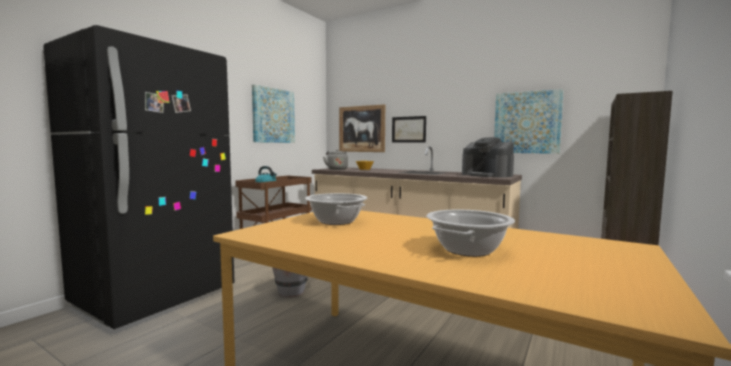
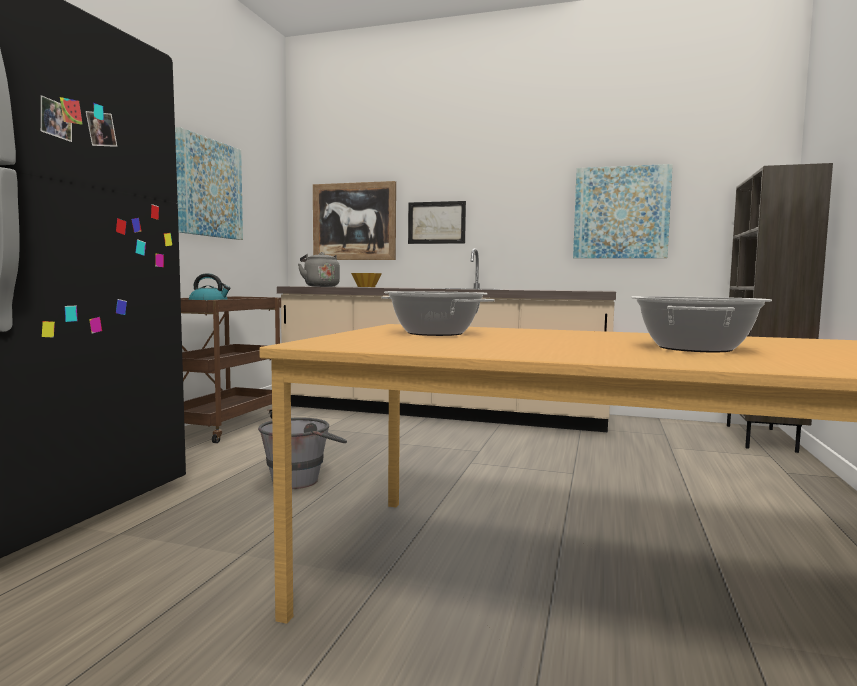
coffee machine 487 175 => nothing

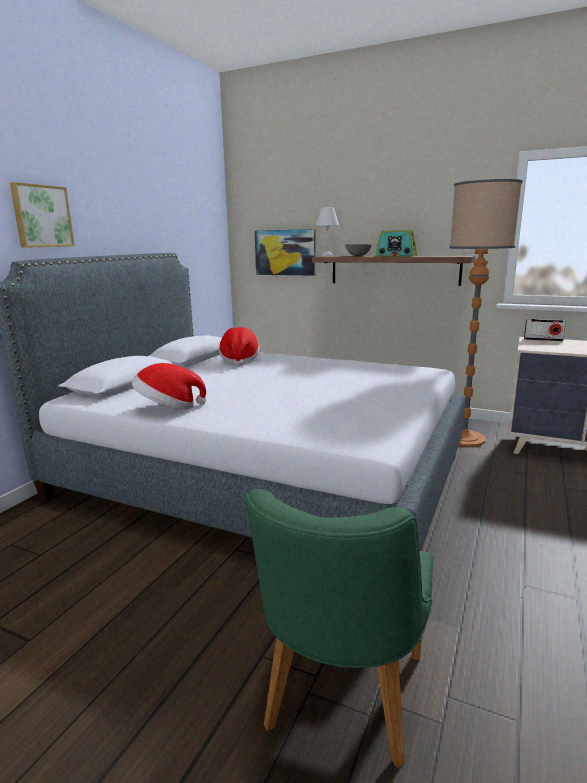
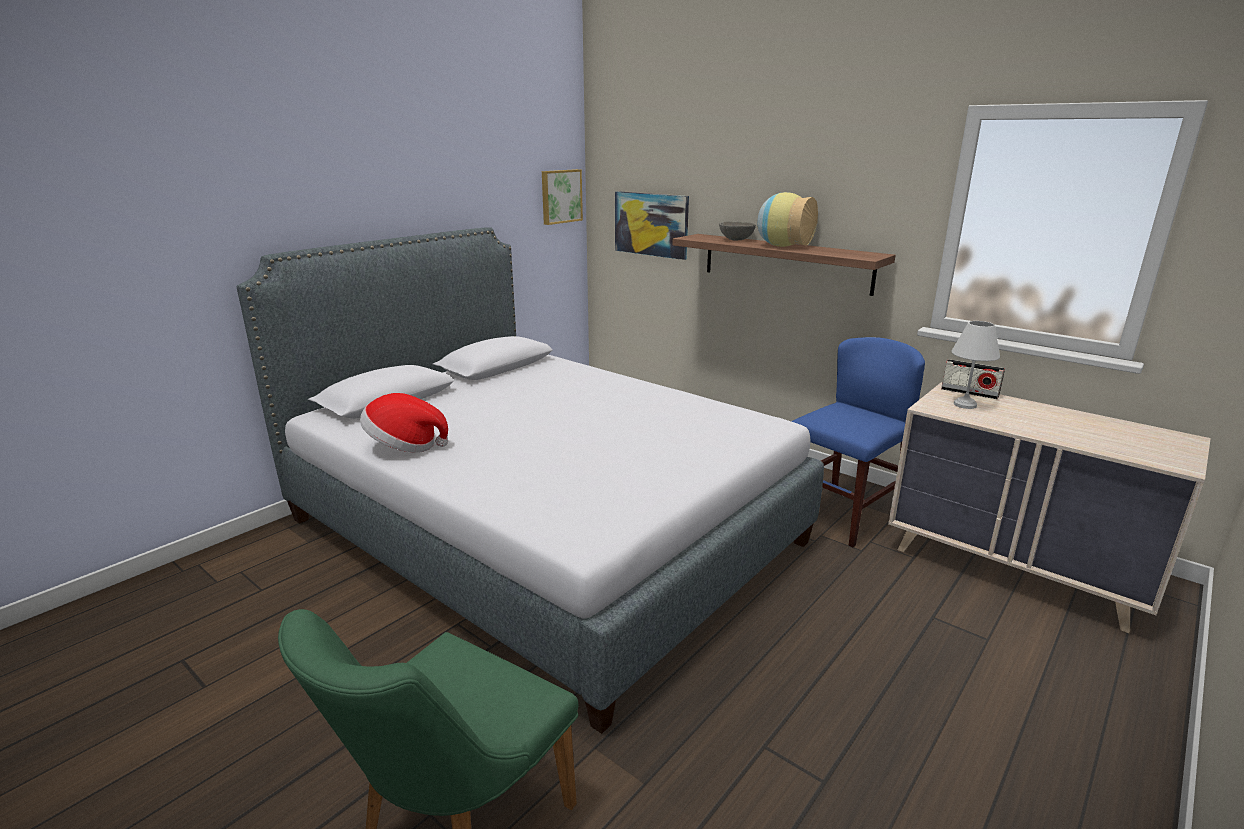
picture 41 216 => picture 560 196, shifted
clothing hat 239 360 => nothing
whitish lamp for a table 326 256 => whitish lamp for a table 963 404, shifted
radio receiver 395 256 => flower vase 782 246
standard lamp 464 438 => blue-coloured chair 842 515

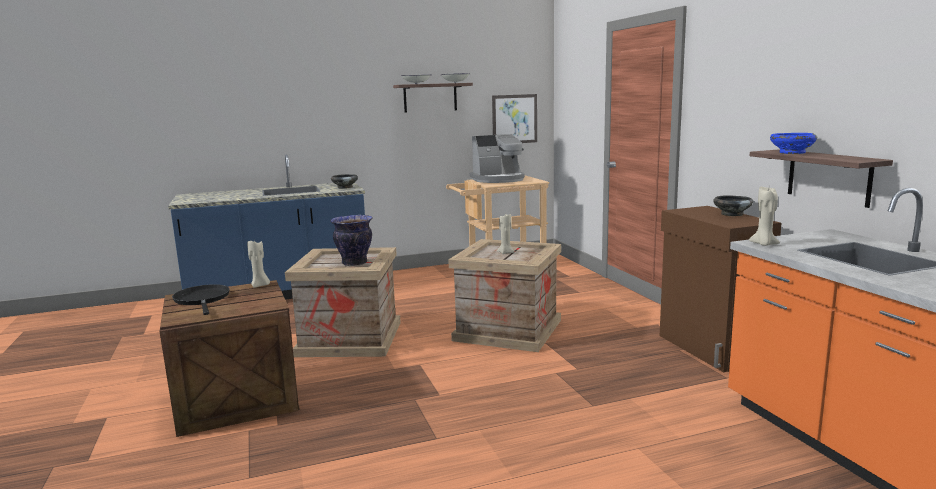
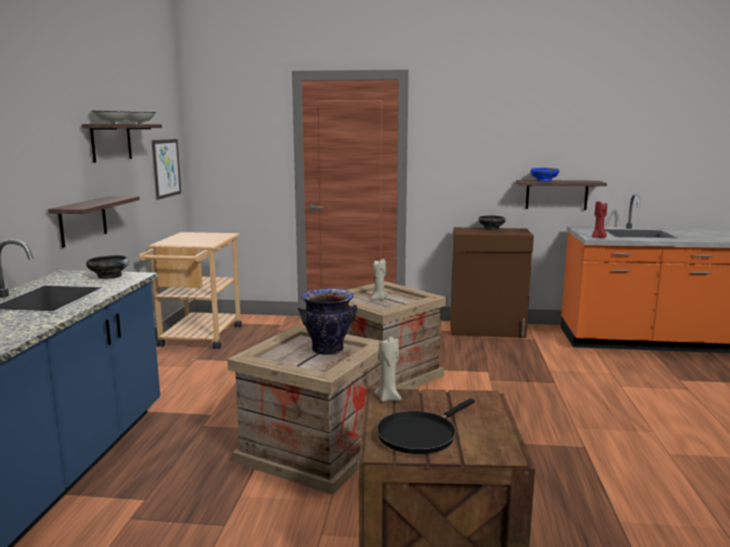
blackish skillet 202 300 => blackish skillet 420 435, 45 degrees counterclockwise
coffee machine 498 179 => nothing
sand-coloured wax light 764 244 => red-coloured wax light 598 237
nothing => bracket shelf 83 221

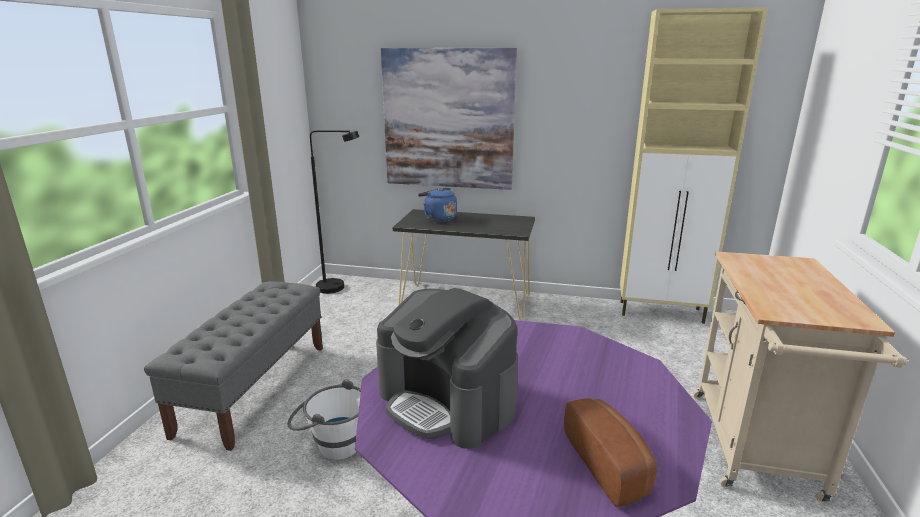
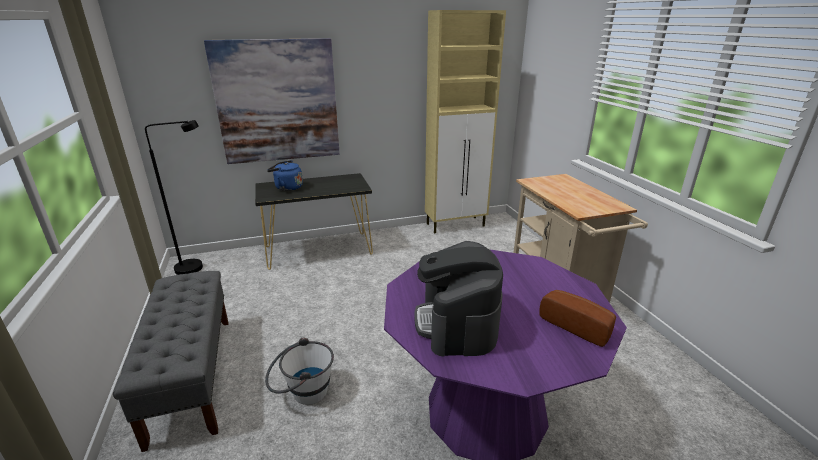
coffee machine 447 402 => coffee machine 457 323, 75 degrees clockwise

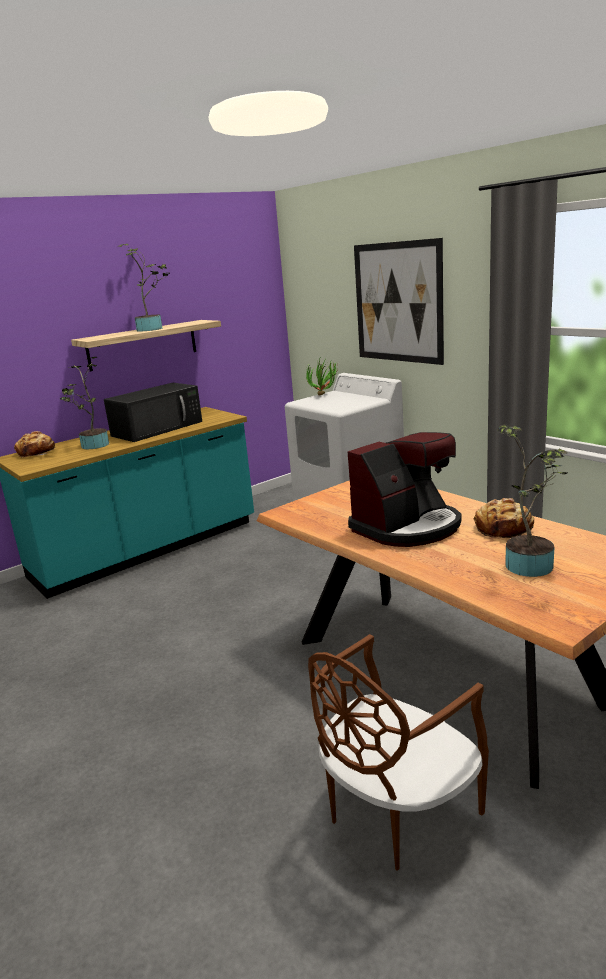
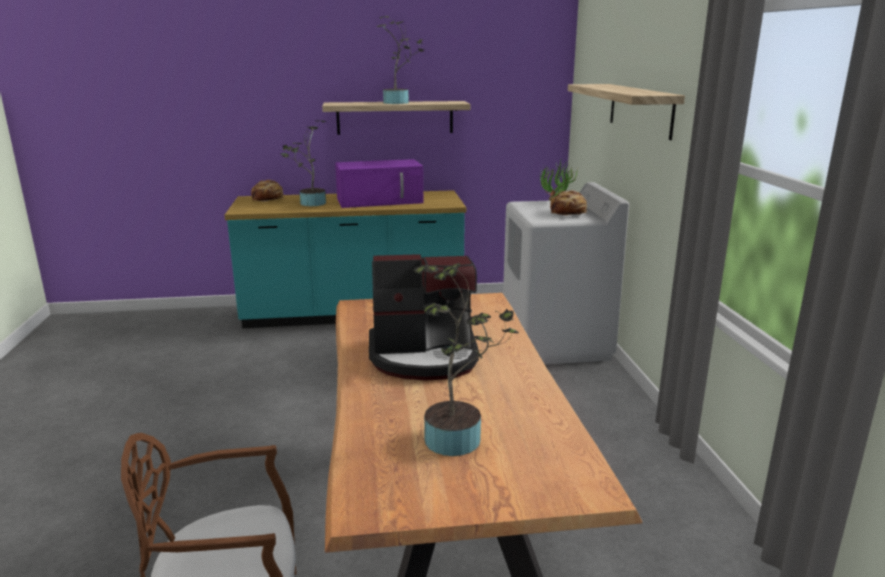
blackish microwave oven 158 428 => purple microwave oven 381 200
picture 397 302 => bracket shelf 640 109
baked bread 504 529 => baked bread 568 213, shifted

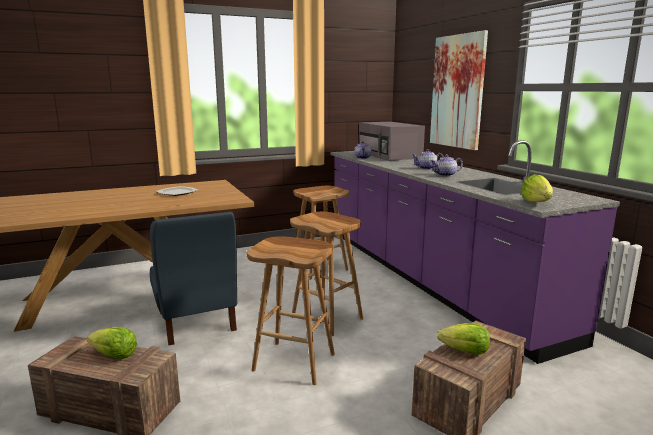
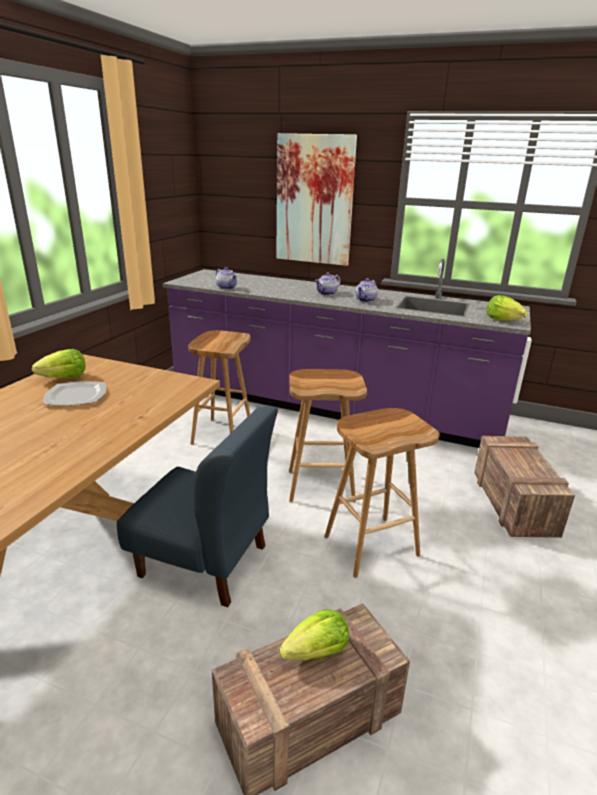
greyish microwave oven 390 155 => nothing
lettuce head 465 352 => lettuce head 65 378, shifted

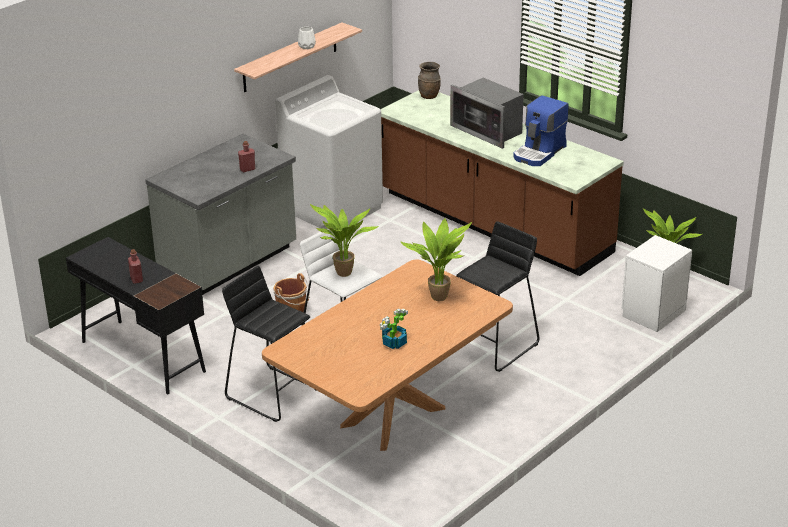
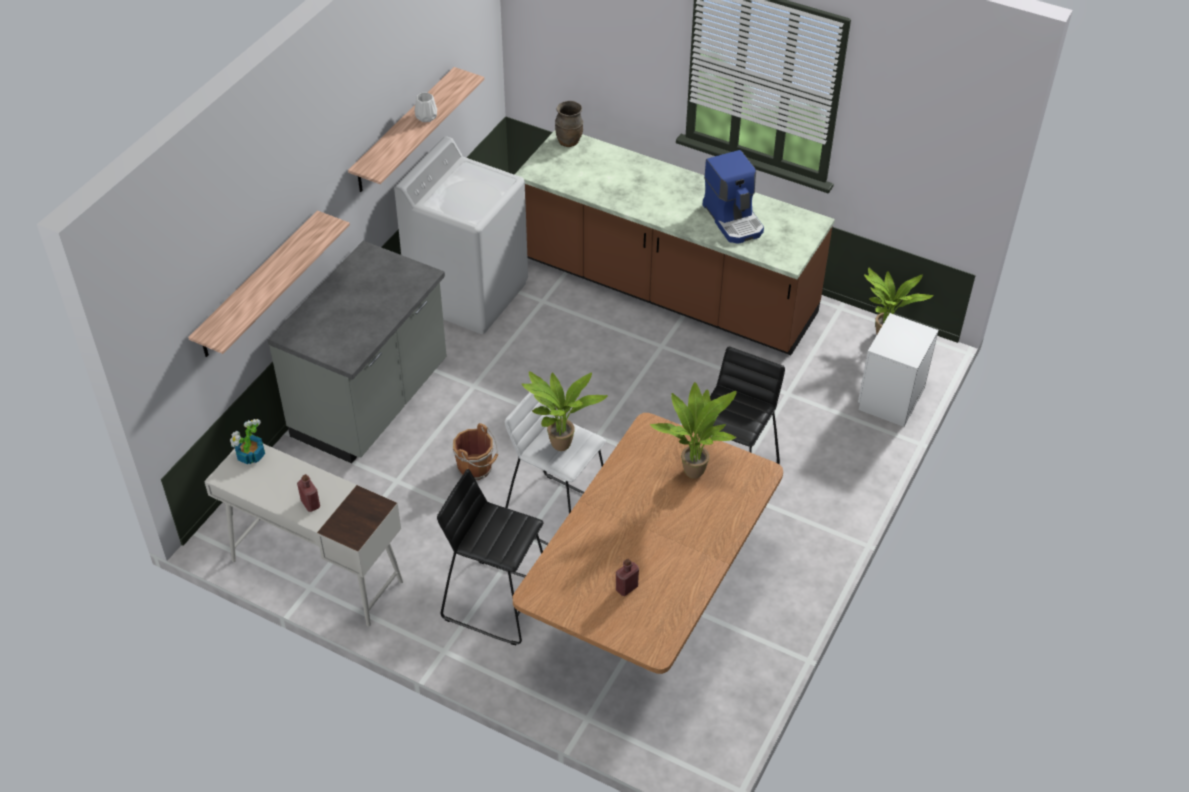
blackish desk 142 356 => whitish desk 316 570
red-coloured drink bottle 247 169 => red-coloured drink bottle 626 588, shifted
houseplant 394 343 => houseplant 250 455, shifted
microwave oven 488 130 => nothing
coffee machine 540 153 => coffee machine 734 219, 45 degrees counterclockwise
nothing => bracket shelf 258 285

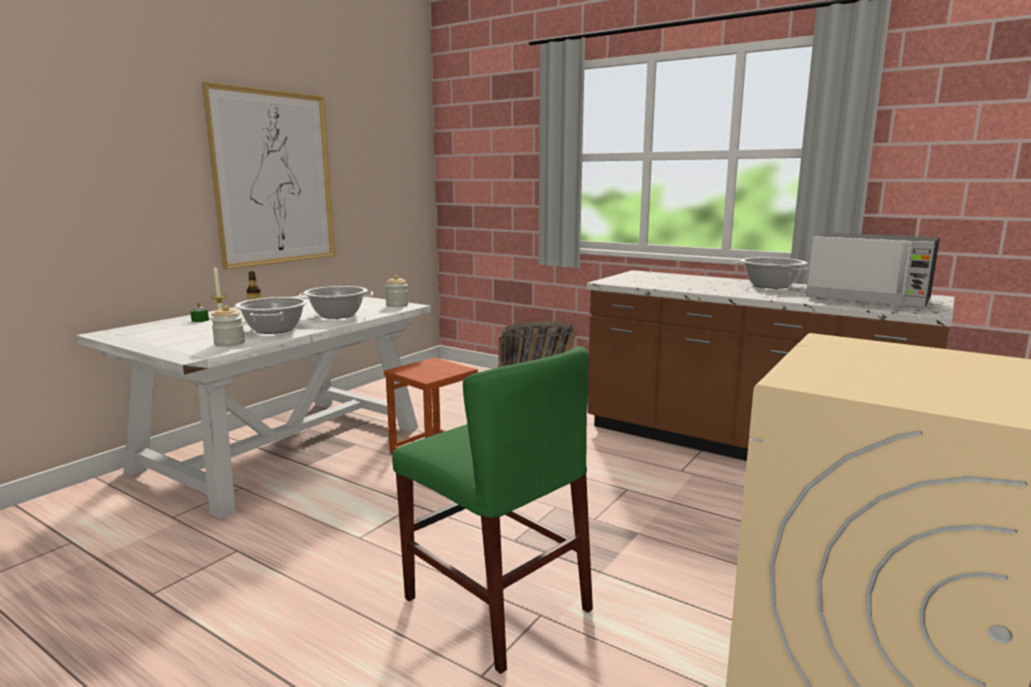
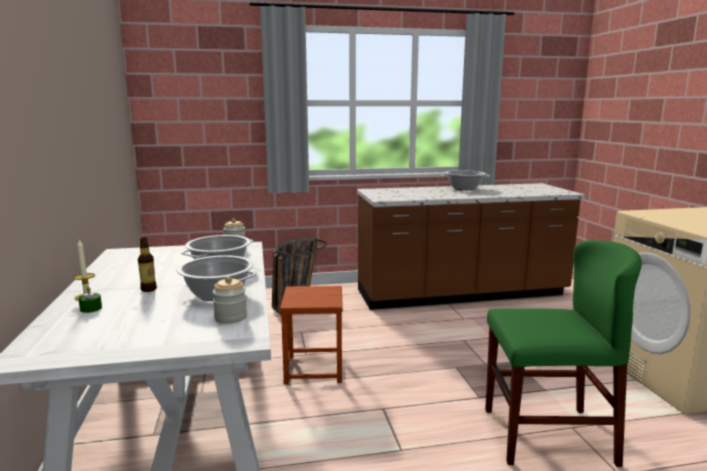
picture 274 178 => nothing
microwave oven 868 300 => nothing

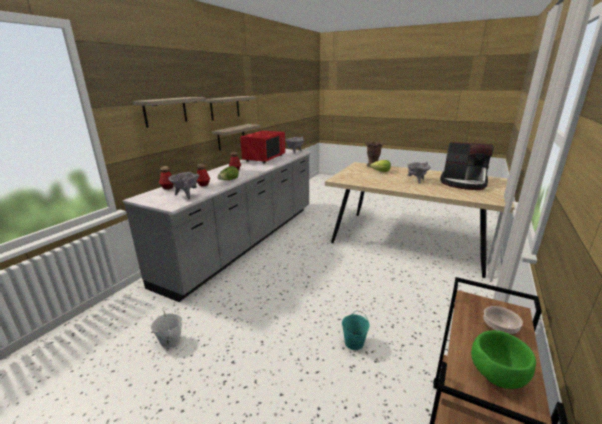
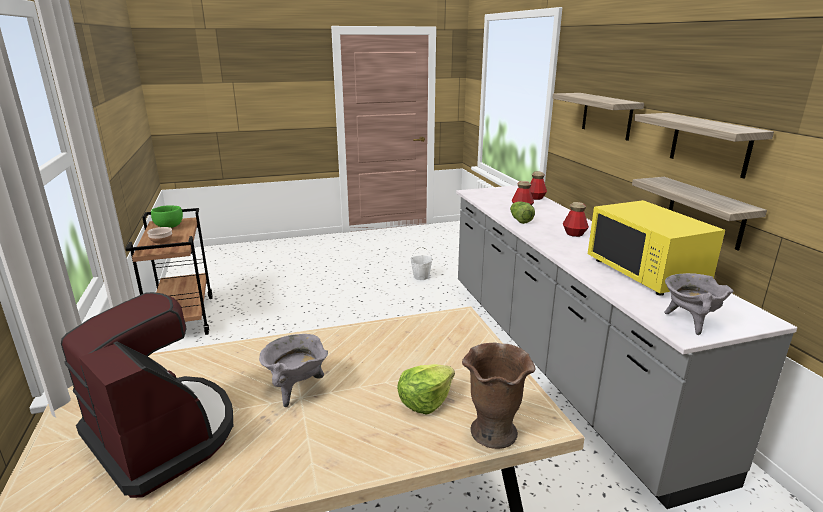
greyish cooking pot 186 195 => nothing
red-coloured microwave oven 264 158 => yellow-coloured microwave oven 646 272
turquoise-coloured water bucket 354 343 => nothing
coffee machine 463 183 => coffee machine 163 435, 60 degrees clockwise

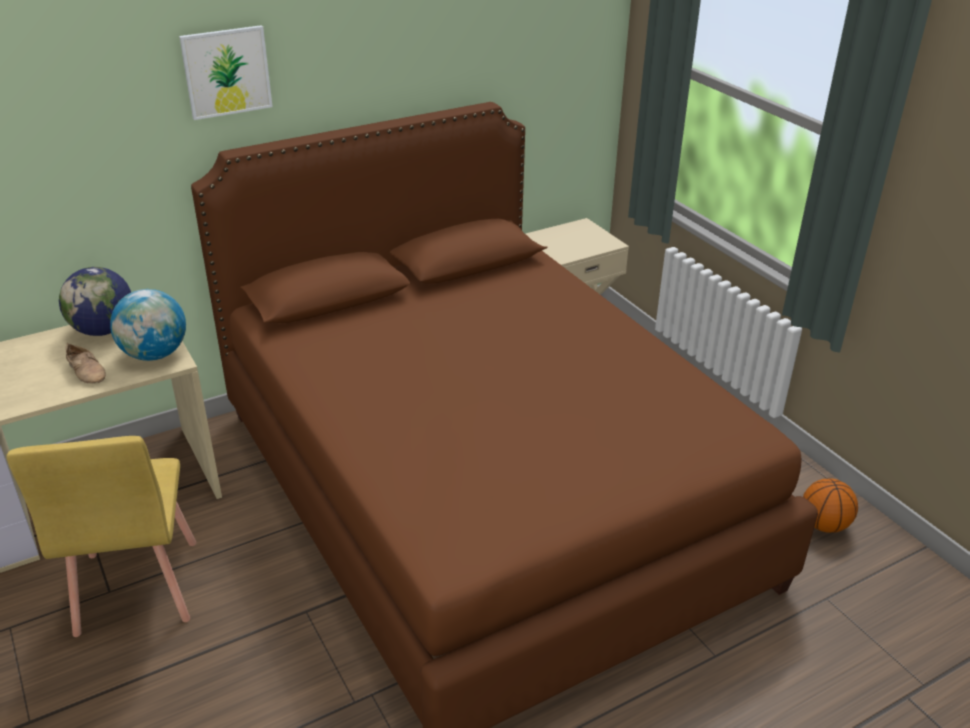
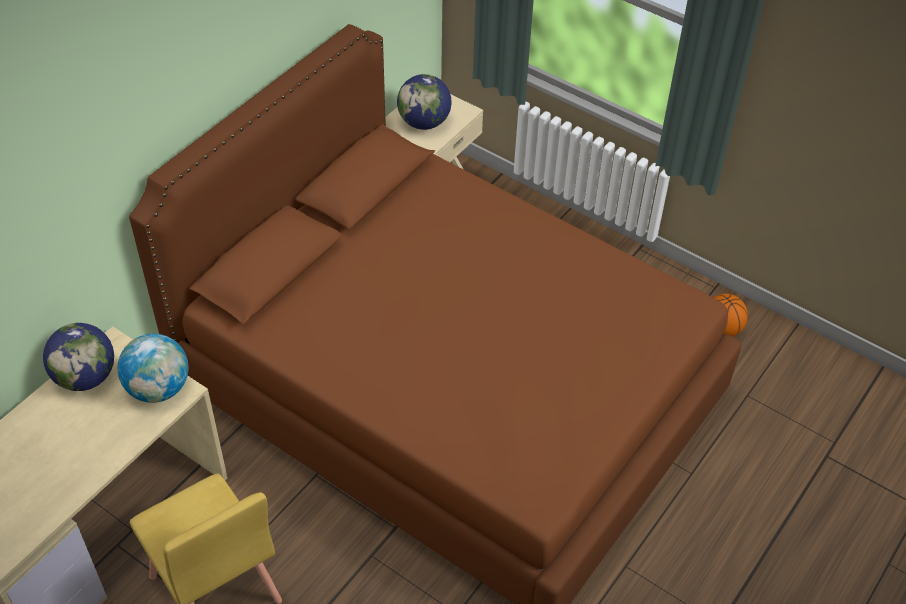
sand-coloured low shoe 87 370 => nothing
picture 226 72 => nothing
nothing => globe 424 122

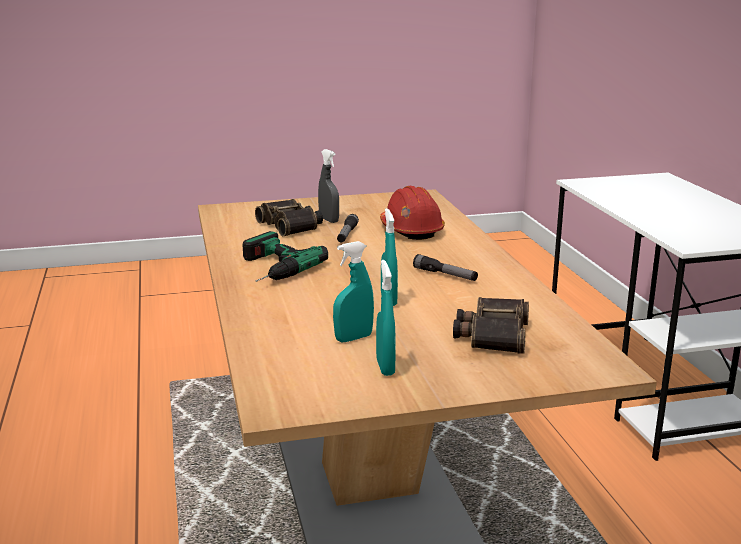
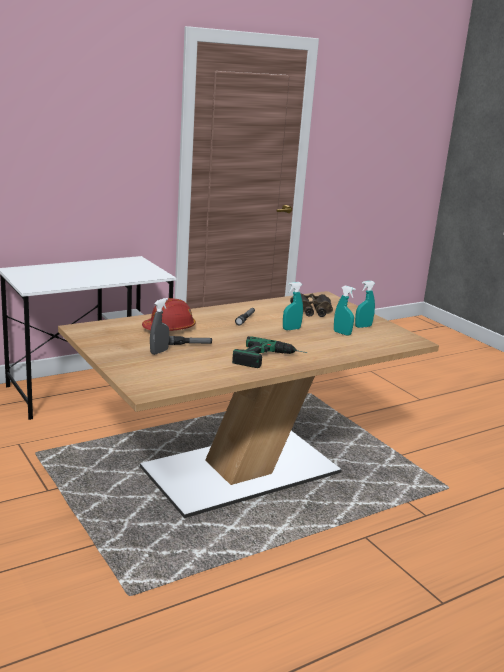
field glasses 291 225 => nothing

